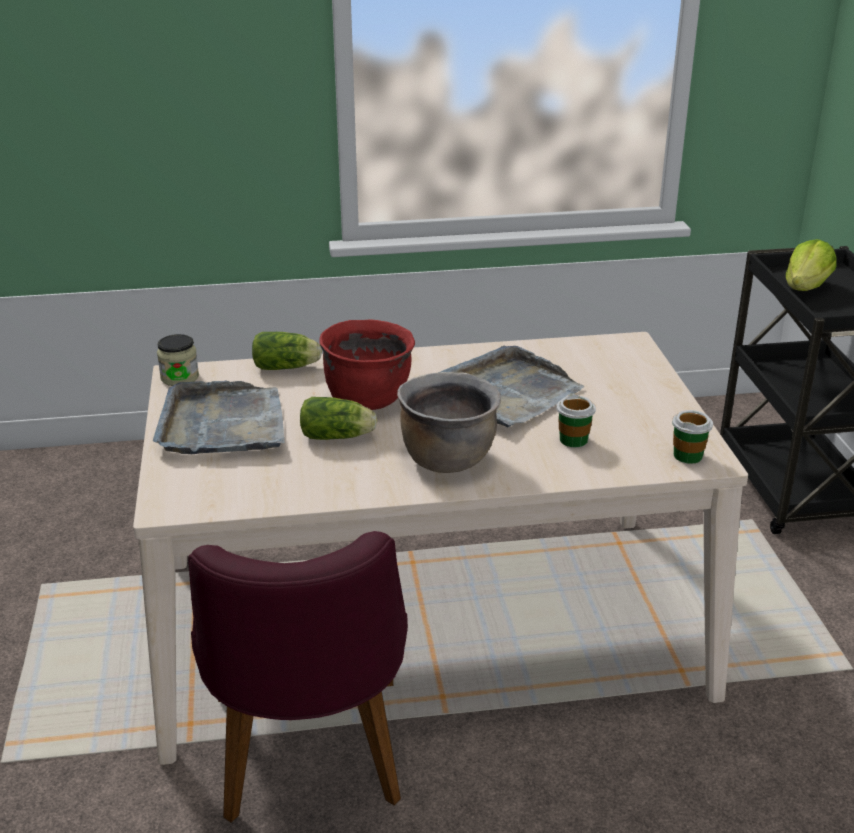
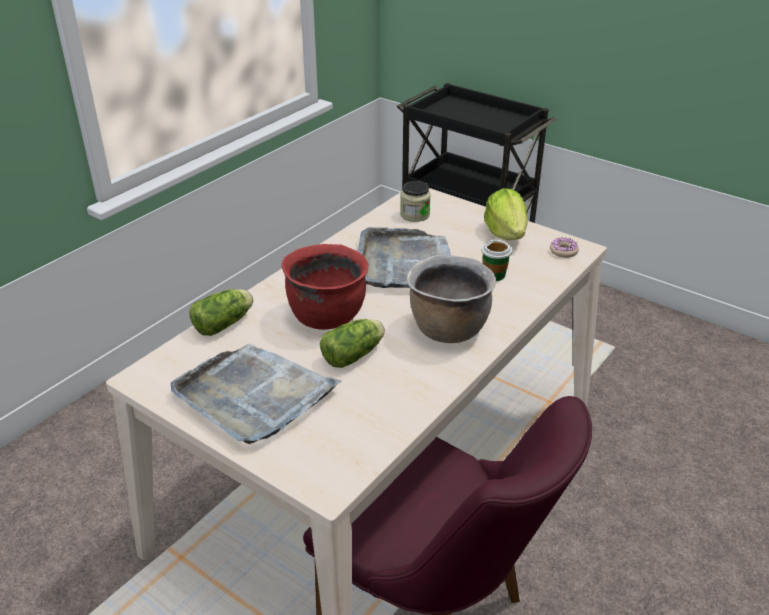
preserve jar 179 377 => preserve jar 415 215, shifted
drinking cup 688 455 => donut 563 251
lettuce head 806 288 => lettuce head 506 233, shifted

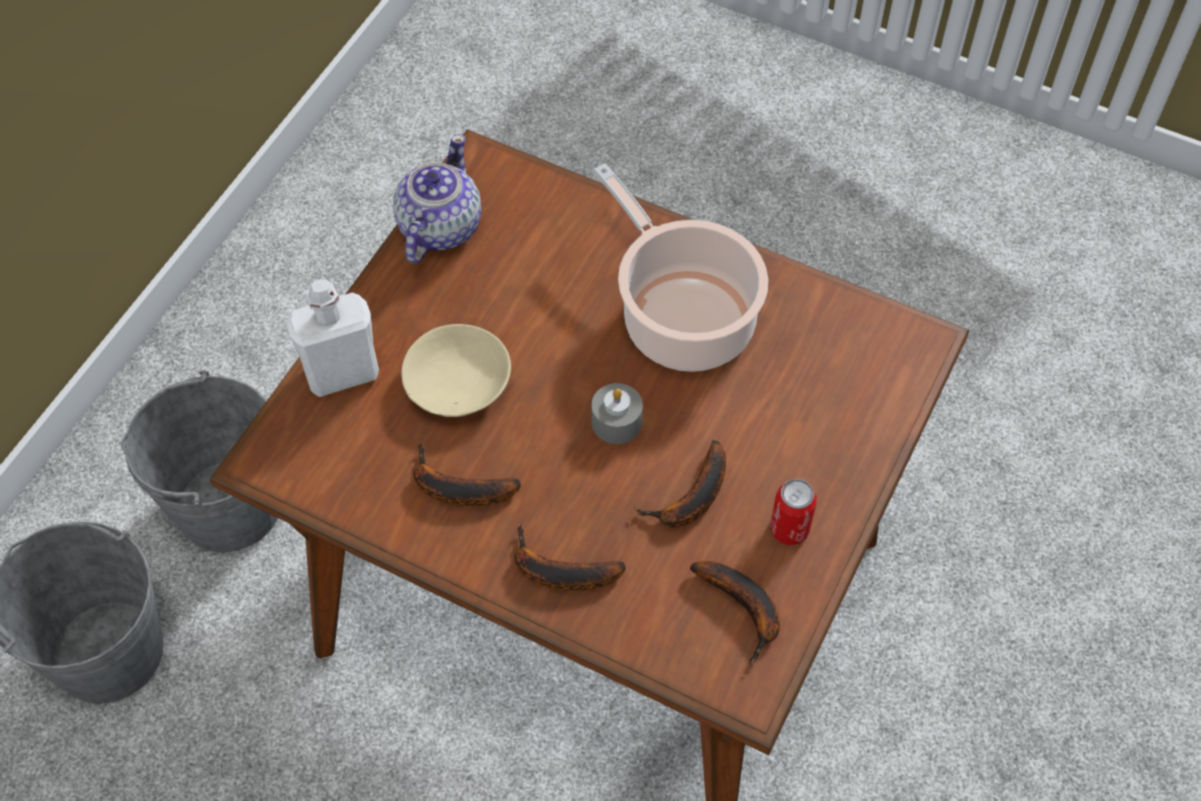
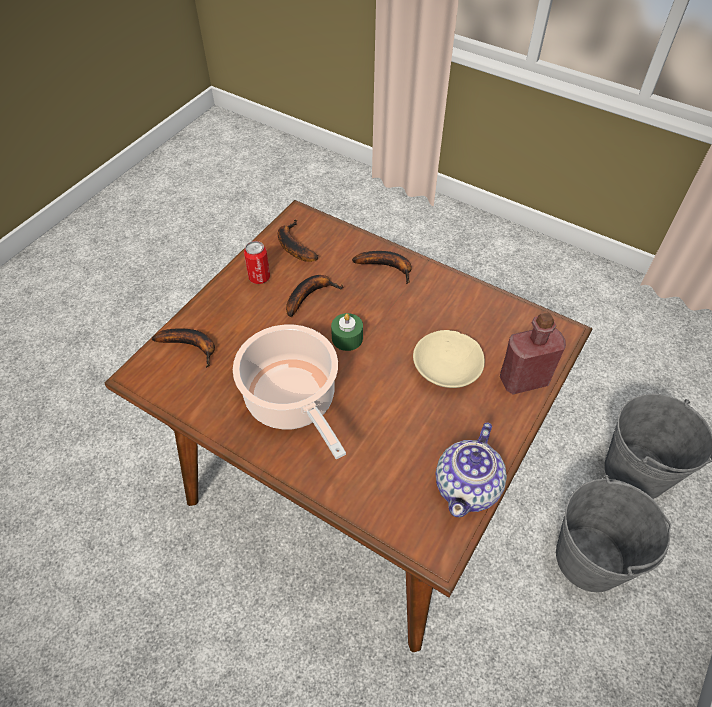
whitish drink bottle 342 373 => red-coloured drink bottle 523 380
whole banana 456 488 => whole banana 192 346, shifted
greyish wax light 616 422 => green wax light 347 338

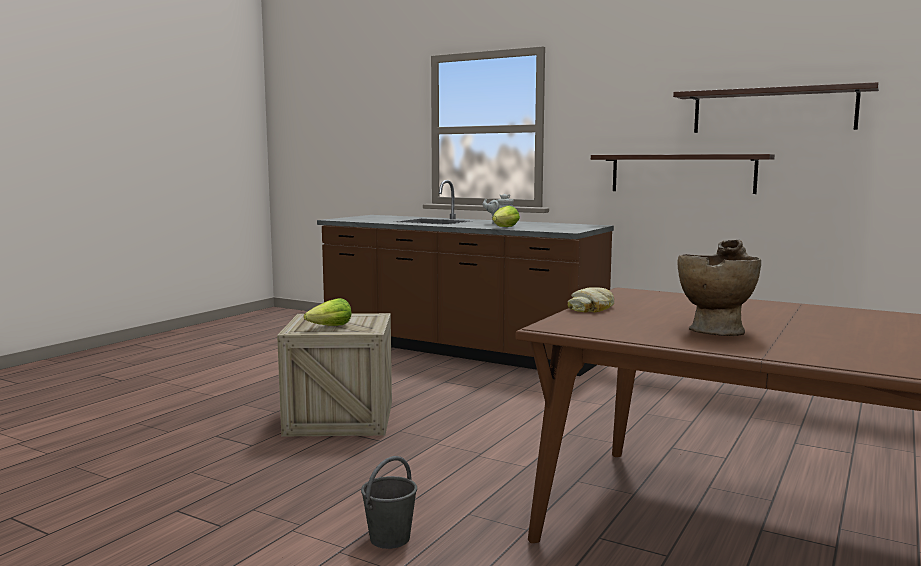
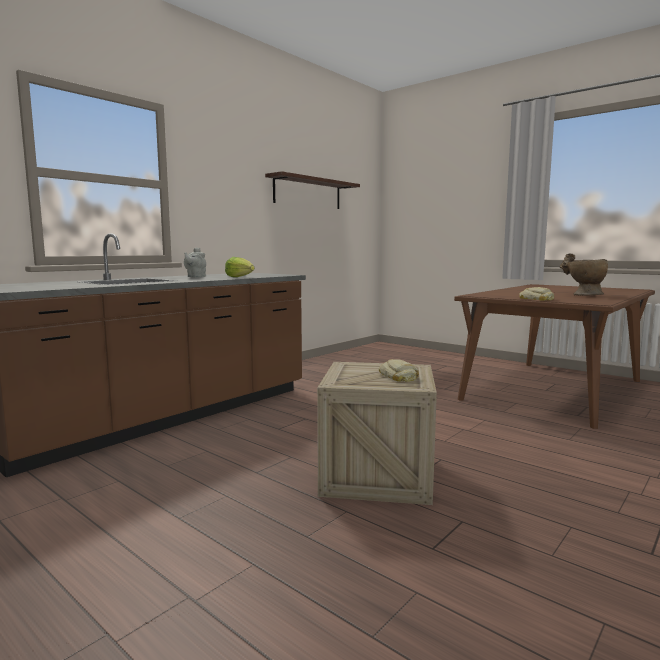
lettuce head 330 327 => baked bread 398 376
greyish water bucket 389 539 => nothing
bracket shelf 682 173 => nothing

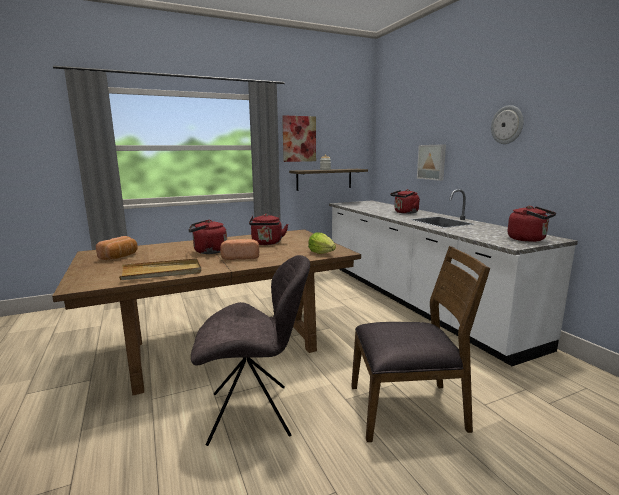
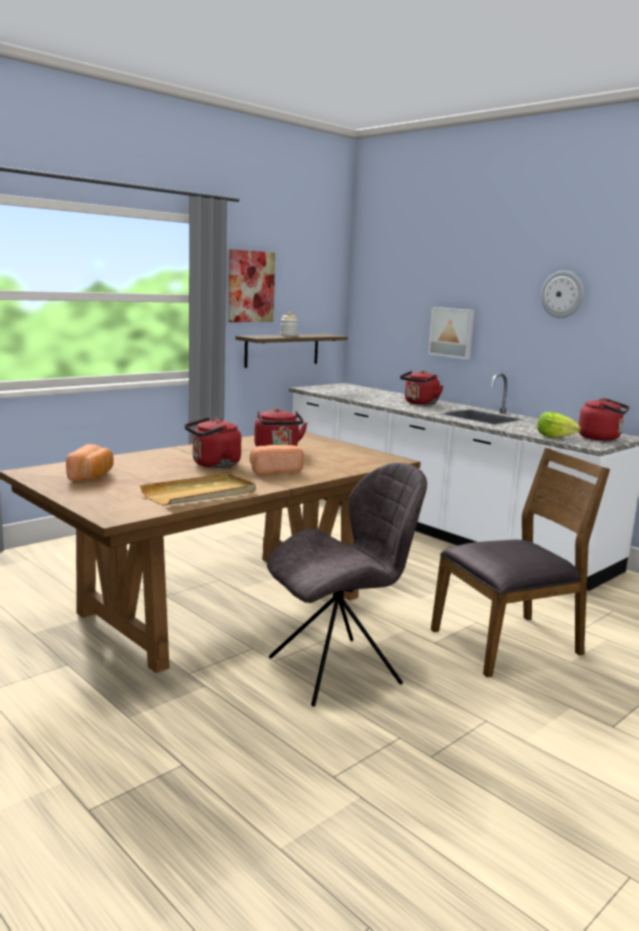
lettuce head 321 253 => lettuce head 554 437, shifted

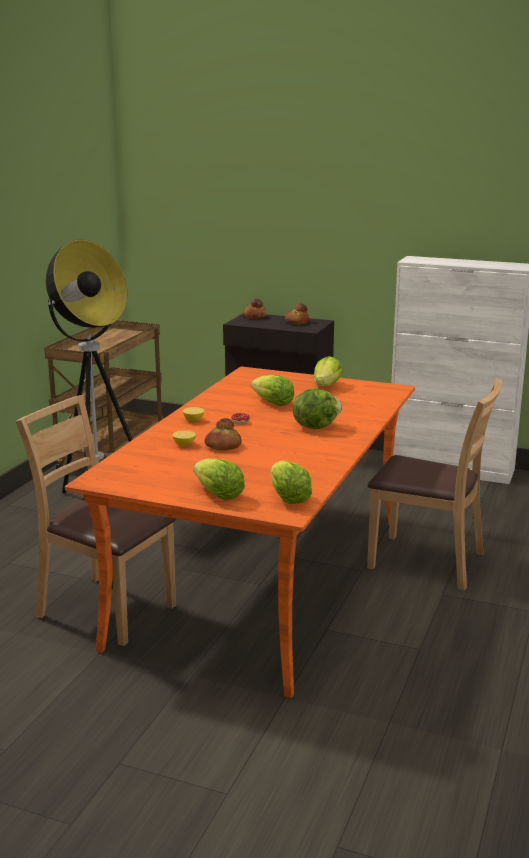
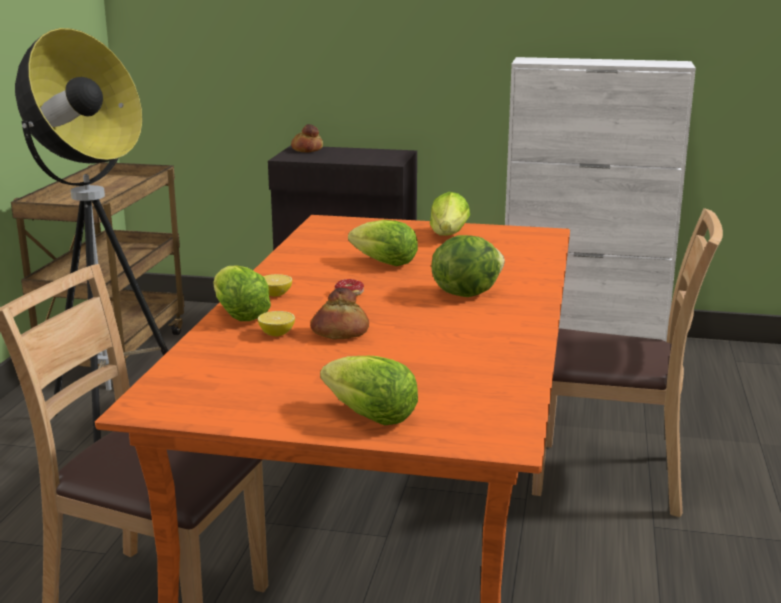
lettuce head 288 498 => lettuce head 239 315, shifted
baked bread 297 322 => nothing

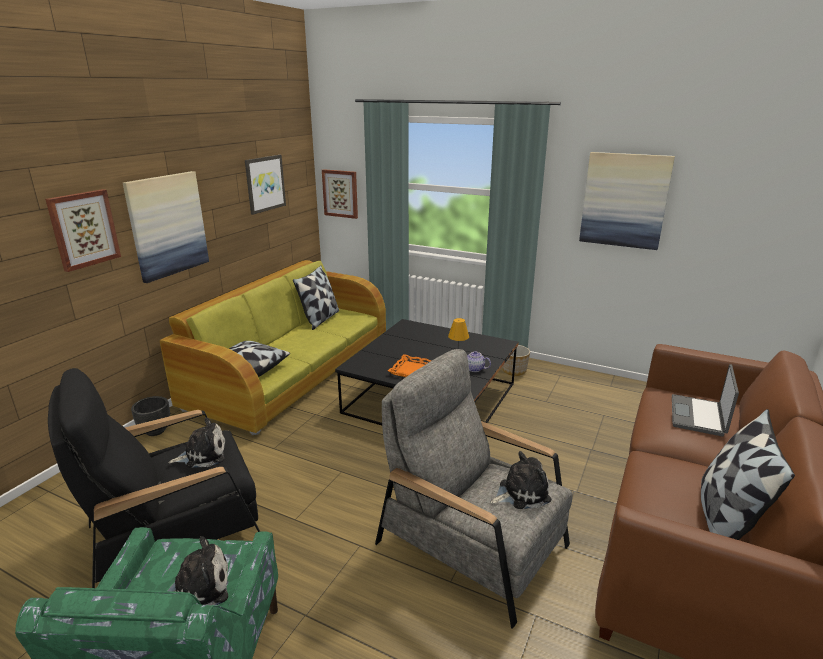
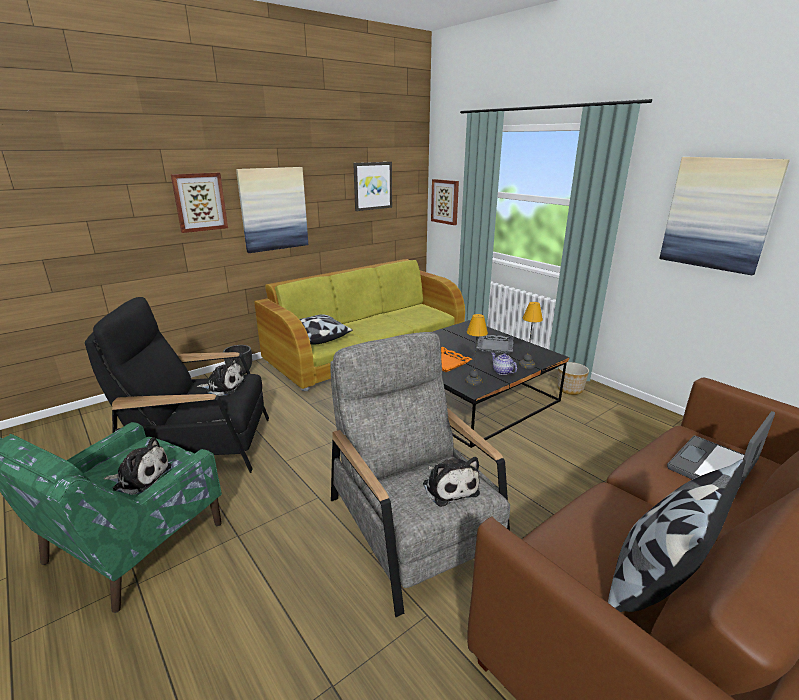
throw pillow 320 319 => nothing
plush toy 521 493 => plush toy 449 487, 60 degrees clockwise
nothing => greyish tray 494 347
nothing => lamp for a table 527 365

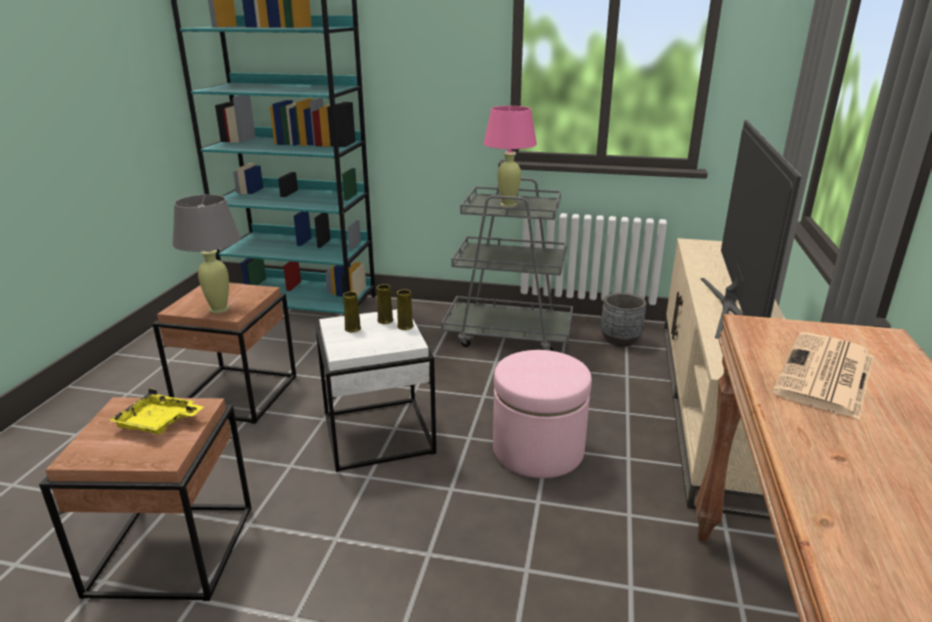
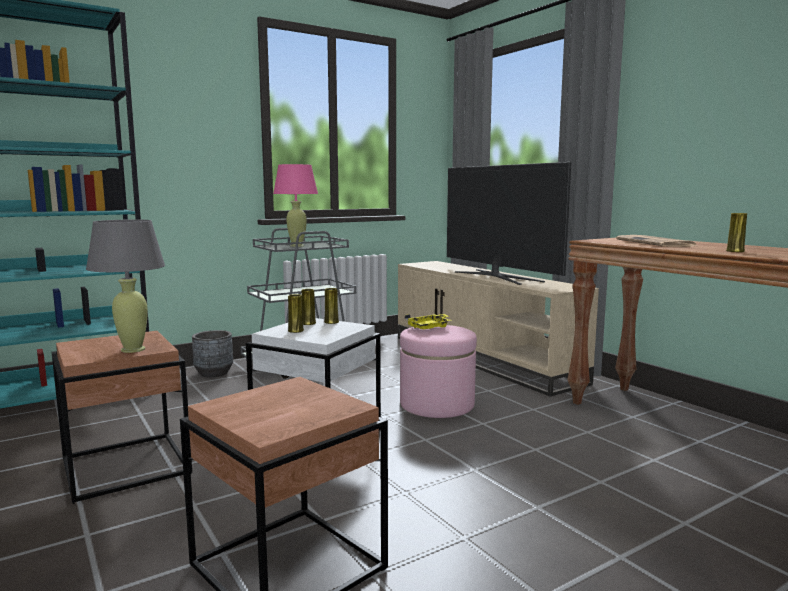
yellow-coloured tray 158 423 => yellow-coloured tray 429 327, shifted
greyish flower pot 620 340 => greyish flower pot 213 373, shifted
nothing => yellow-coloured flower vase 735 251

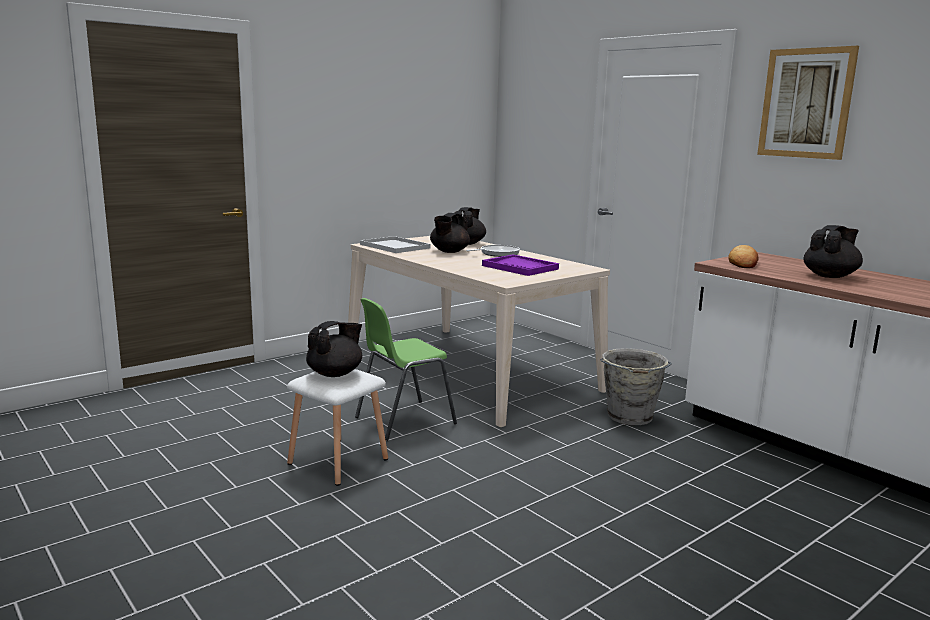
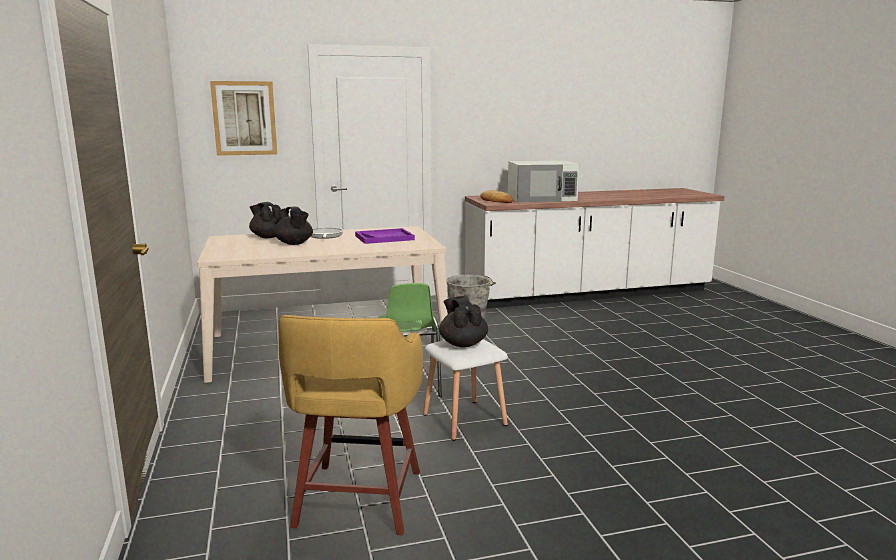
whitish tray 393 246 => nothing
picture 806 103 => picture 244 118, shifted
blackish tea pot 830 276 => whitish microwave oven 542 198
nothing => yellow-coloured stool seat 357 501

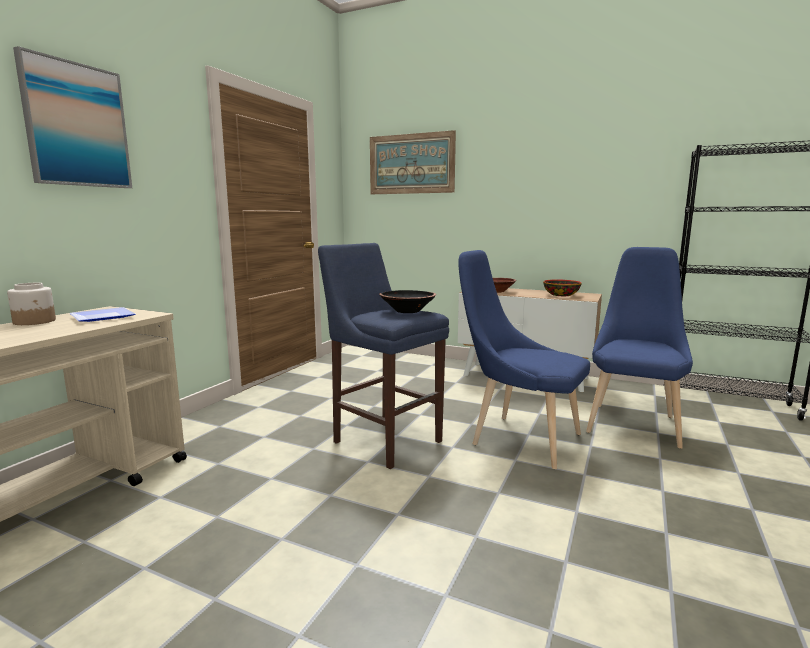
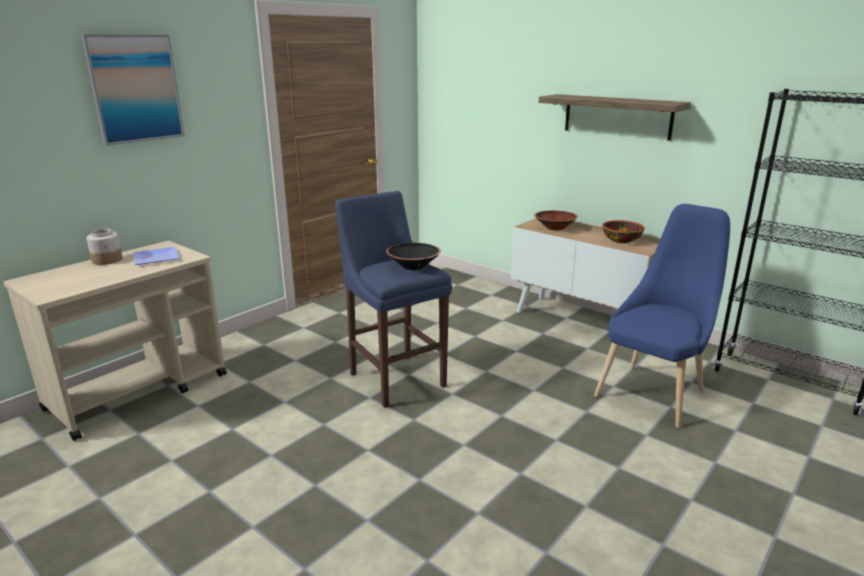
picture 411 164 => nothing
blue-coloured chair 518 438 => nothing
nothing => bracket shelf 617 116

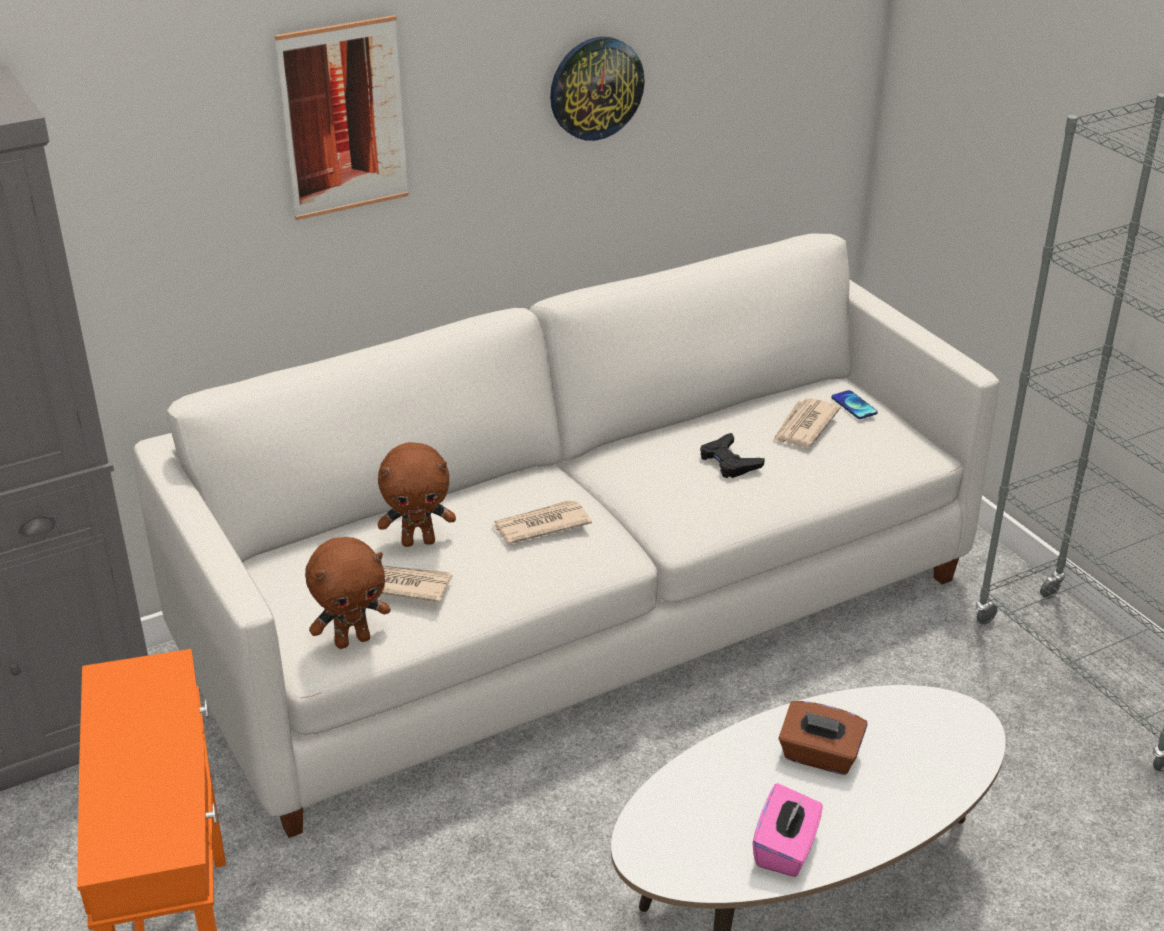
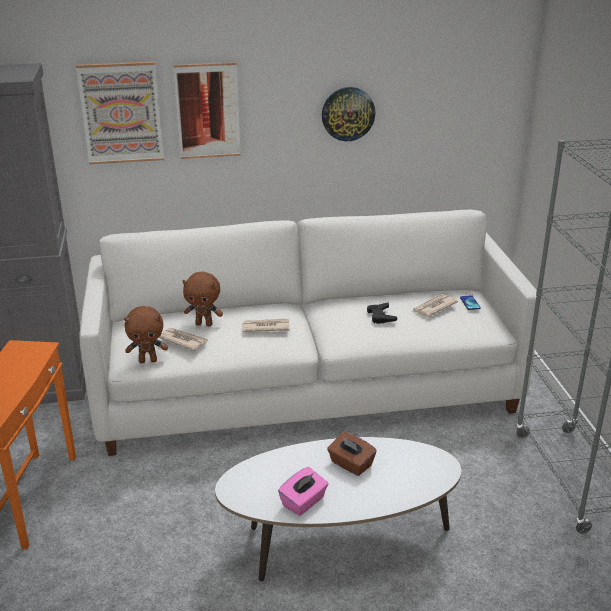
nothing => picture 121 113

